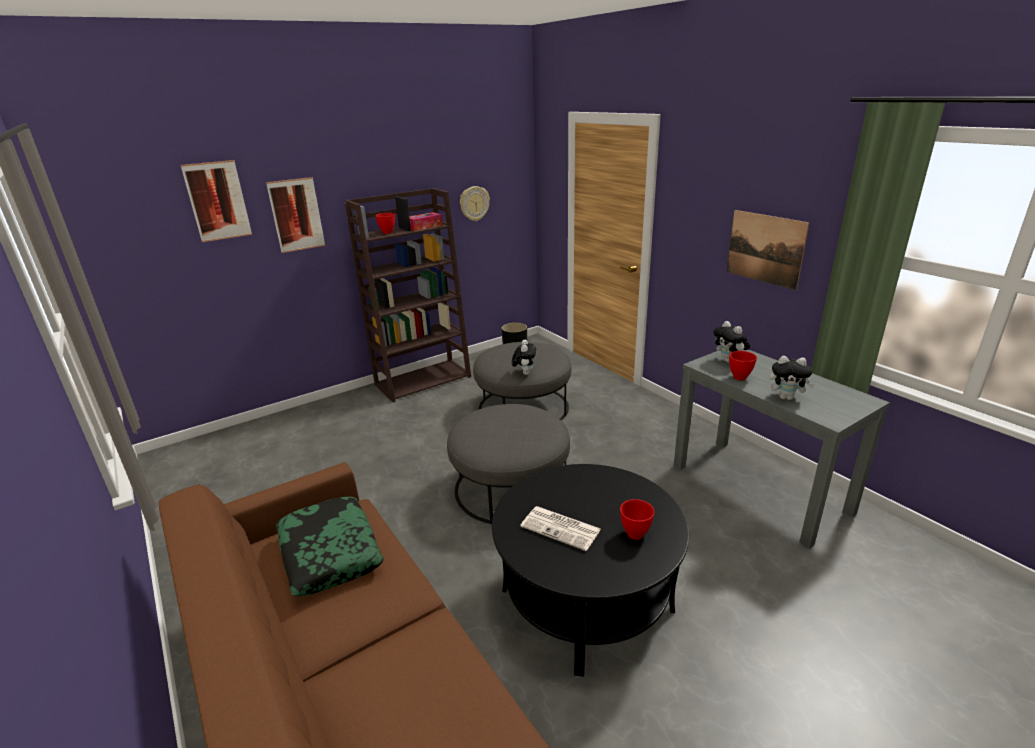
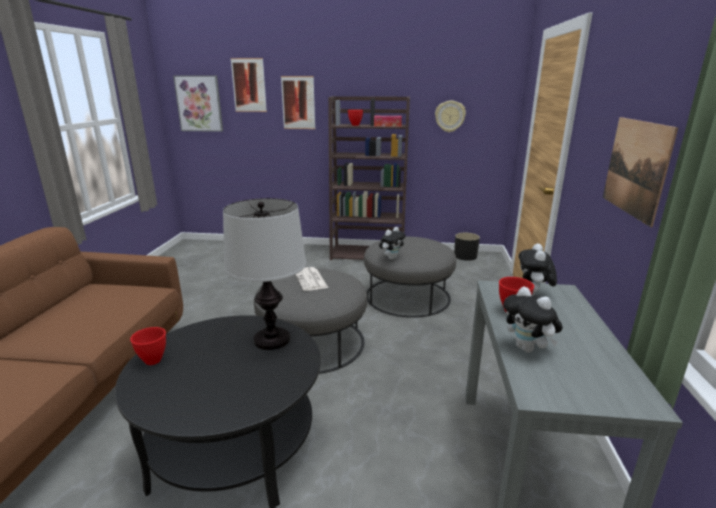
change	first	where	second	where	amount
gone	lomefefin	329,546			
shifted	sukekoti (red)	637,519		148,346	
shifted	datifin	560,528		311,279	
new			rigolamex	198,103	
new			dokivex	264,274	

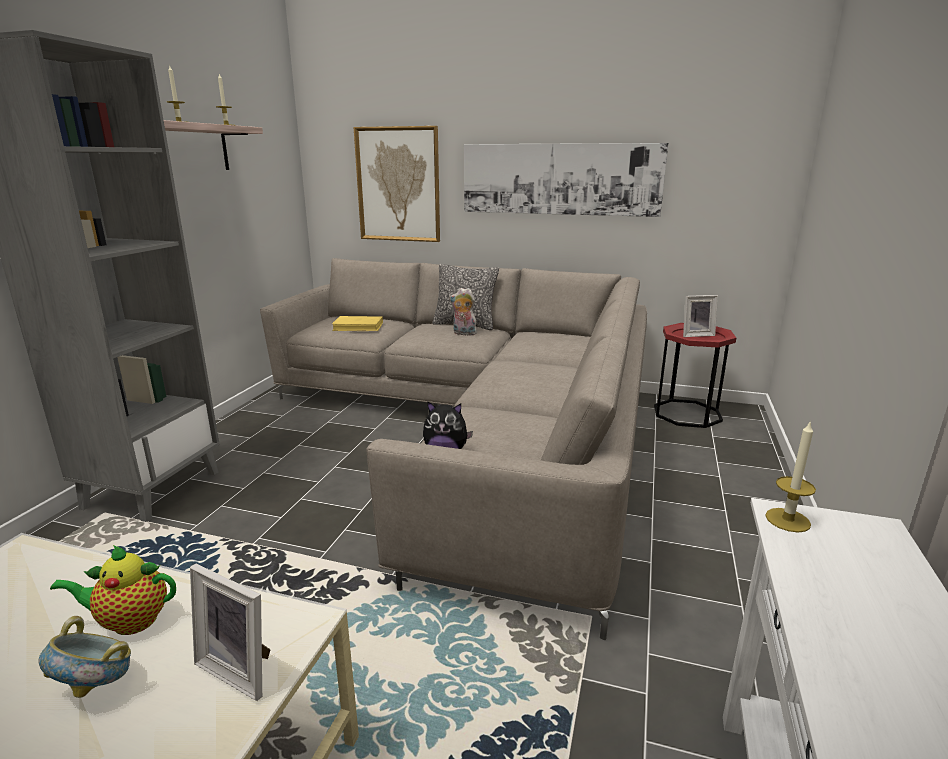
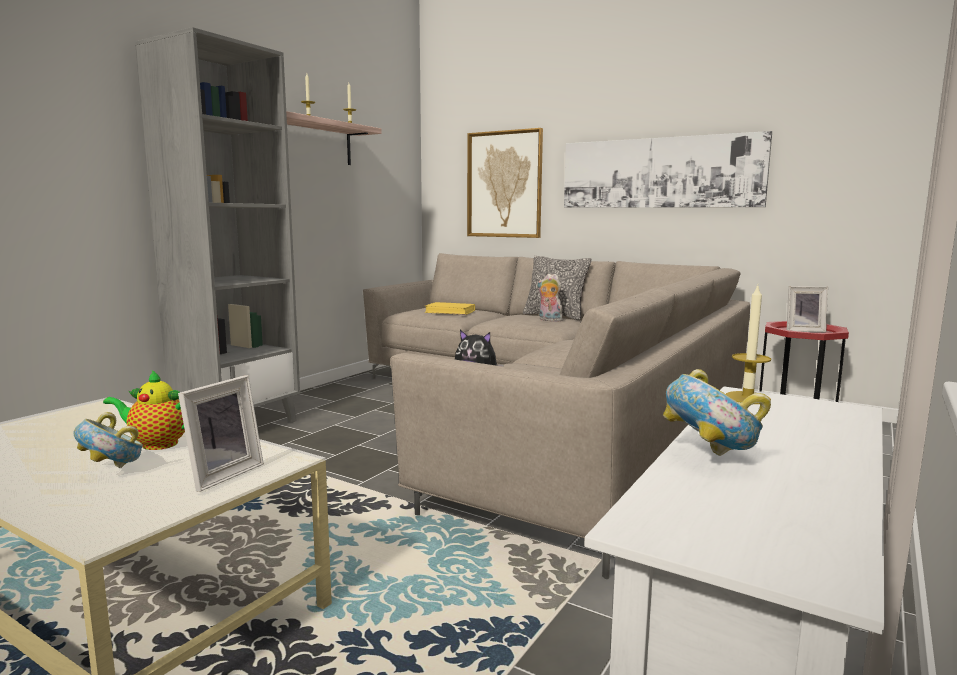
change	first	where	second	where	amount
rotated	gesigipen	230,632		221,433	105 degrees counterclockwise
new			sukekoti	717,412	

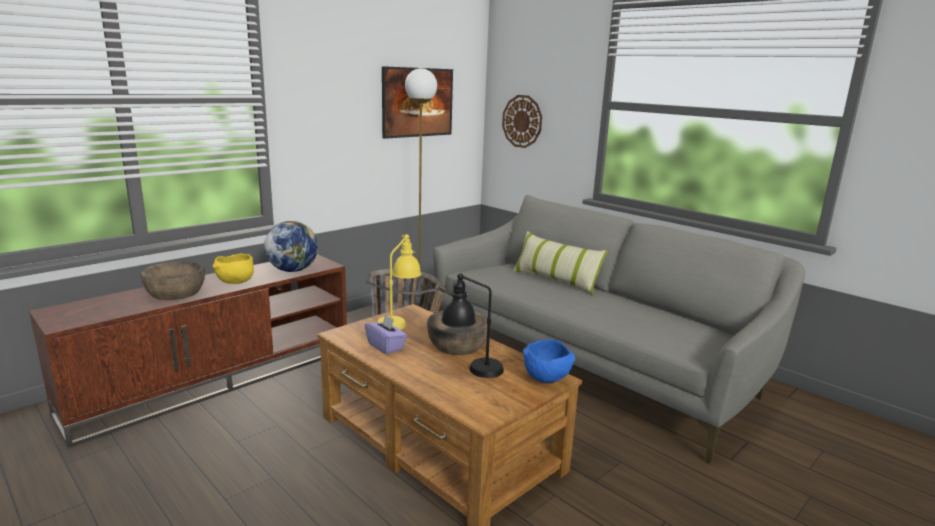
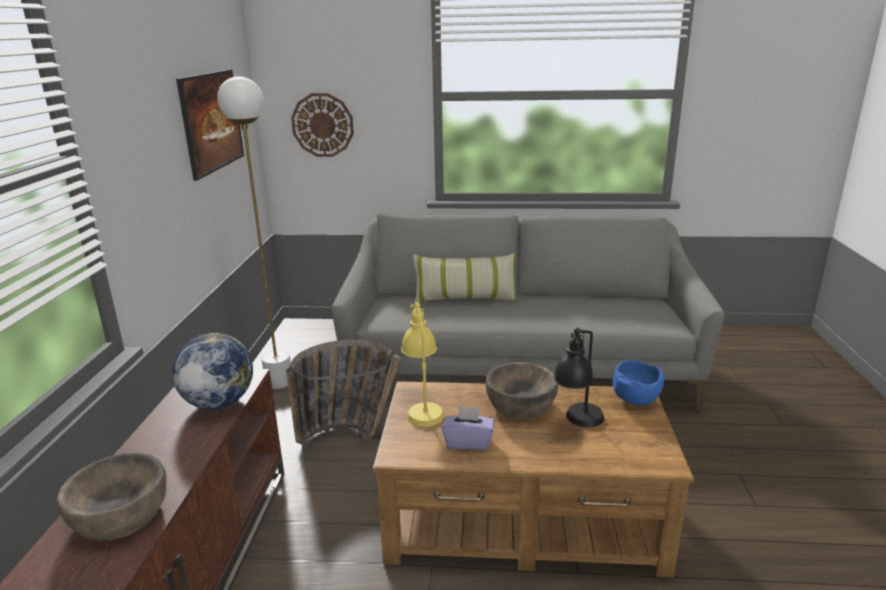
change	first	where	second	where	amount
gone	sukekoti (yellow)	233,268			

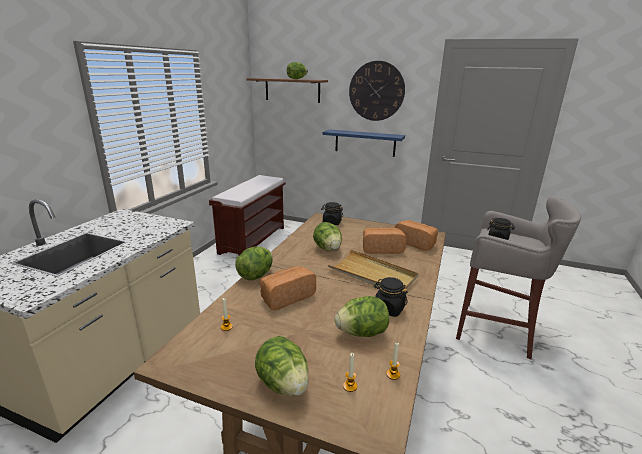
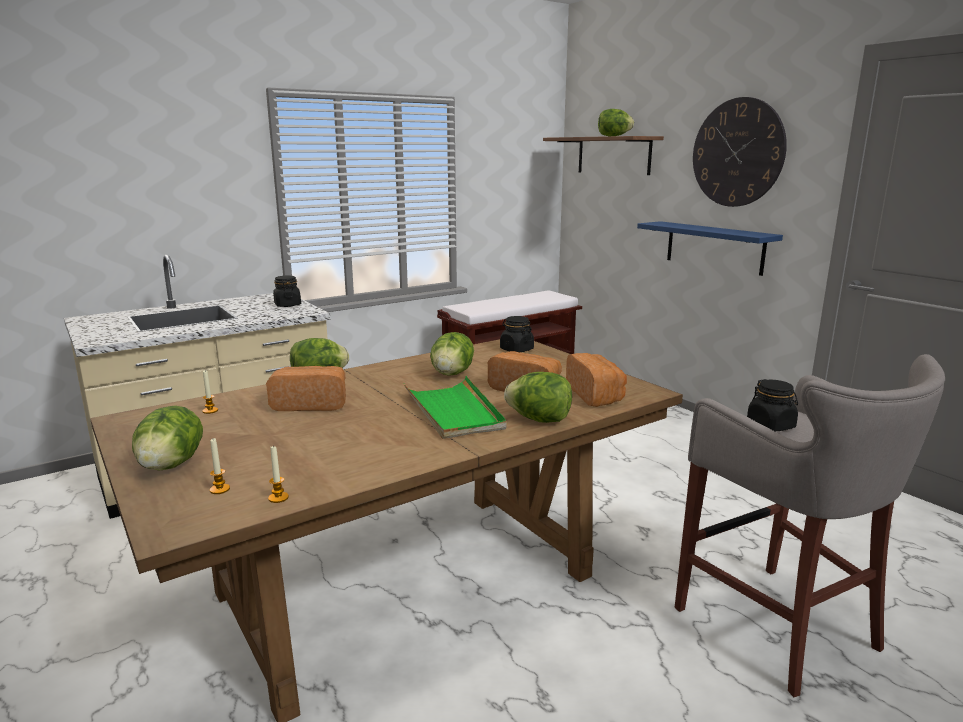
change	first	where	second	where	amount
repainted	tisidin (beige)	373,269	tisidin (green)	455,407	
shifted	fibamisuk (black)	391,297		287,291	
shifted	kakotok	362,316		538,397	

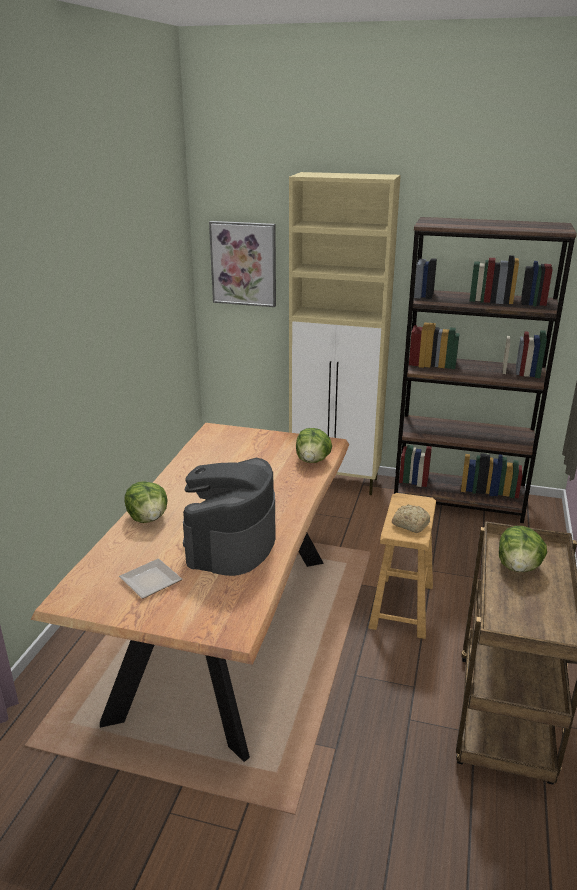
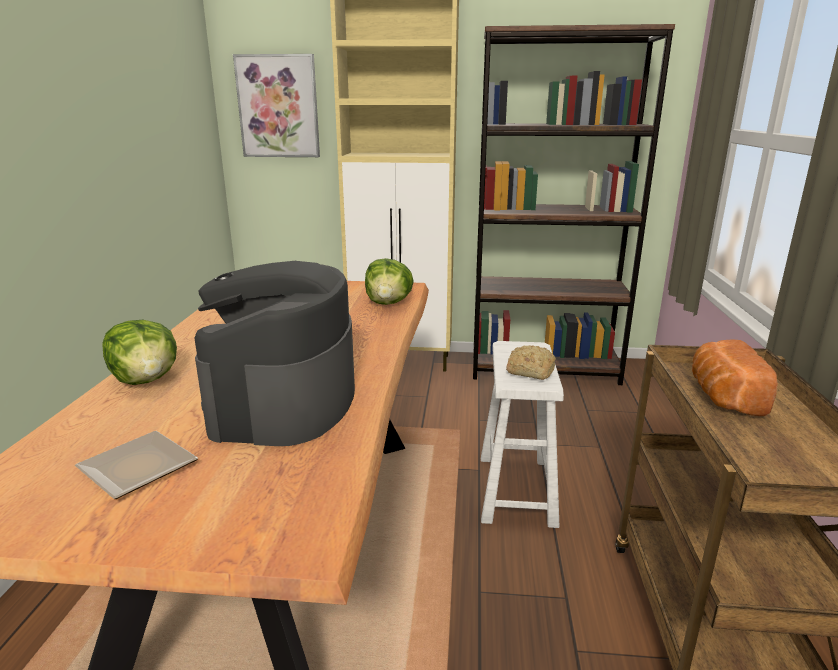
change	first	where	second	where	amount
repainted	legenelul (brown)	402,566	legenelul (white)	522,434	
swapped	kakotok	523,549	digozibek	735,377	

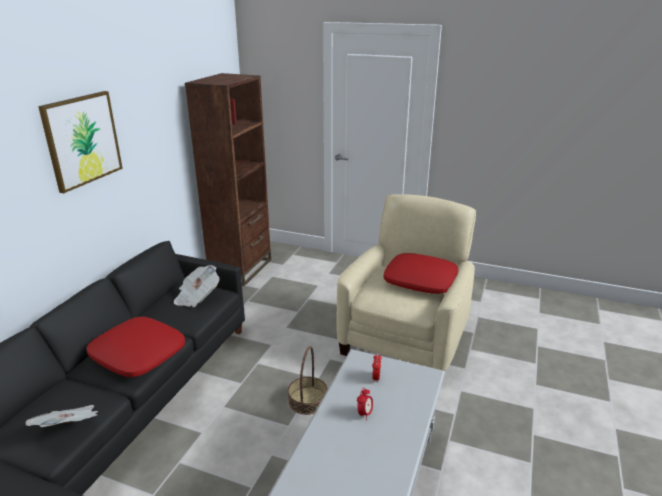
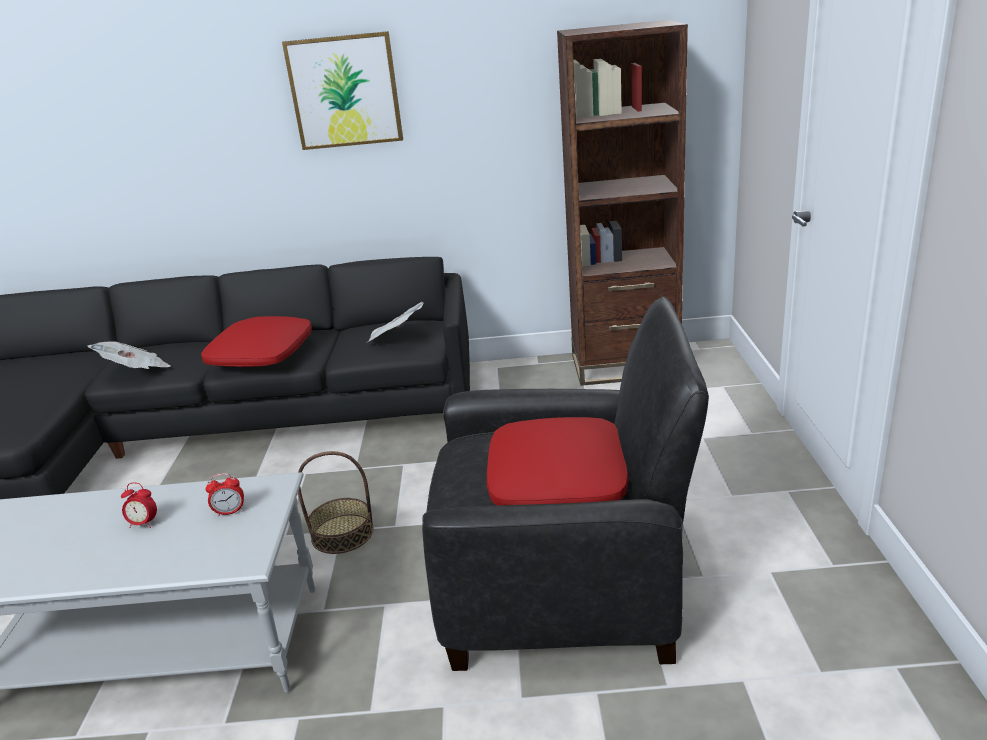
change	first	where	second	where	amount
repainted	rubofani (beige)	406,282	rubofani (black)	565,484	

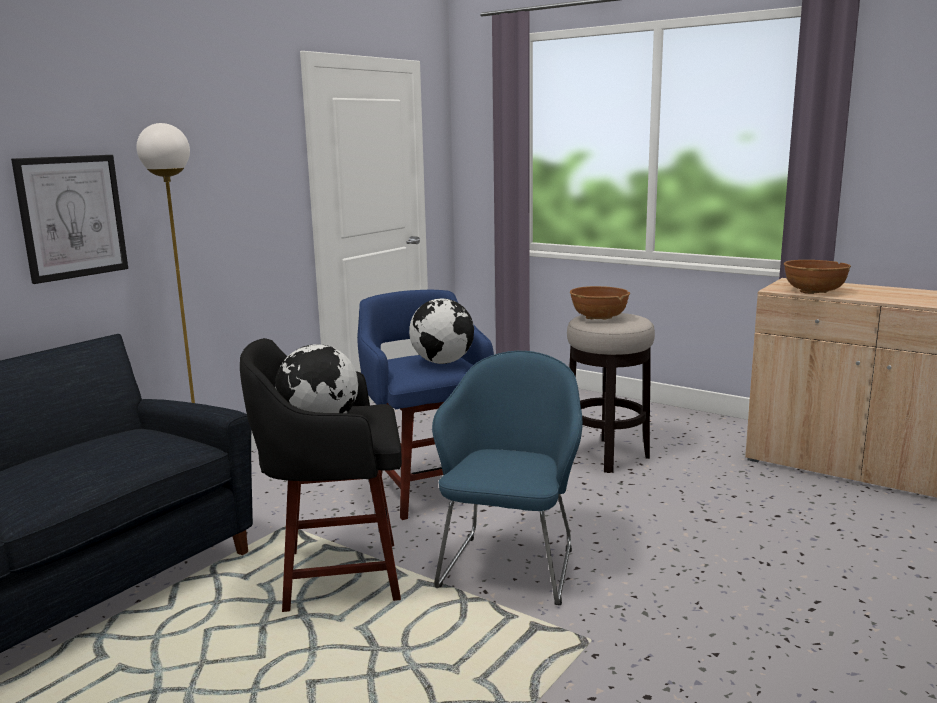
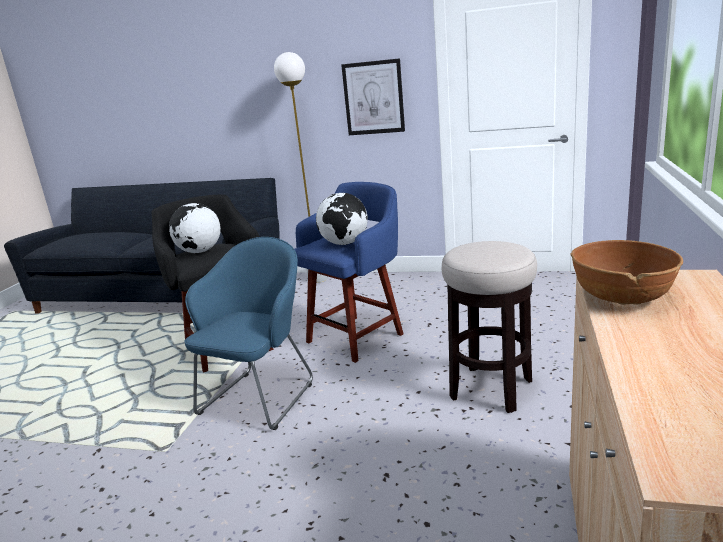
change	first	where	second	where	amount
shifted	rigolamex	69,219		373,96	
gone	sukekoti (brown)	600,303			
rotated	rubofani (blue)	507,478		248,333	60 degrees counterclockwise

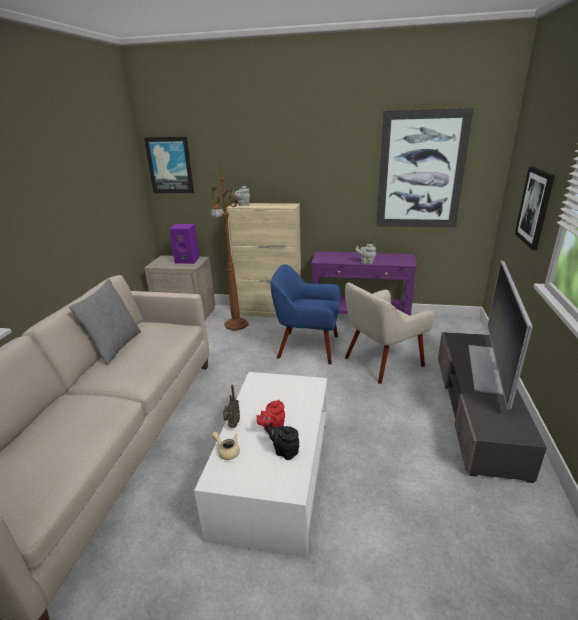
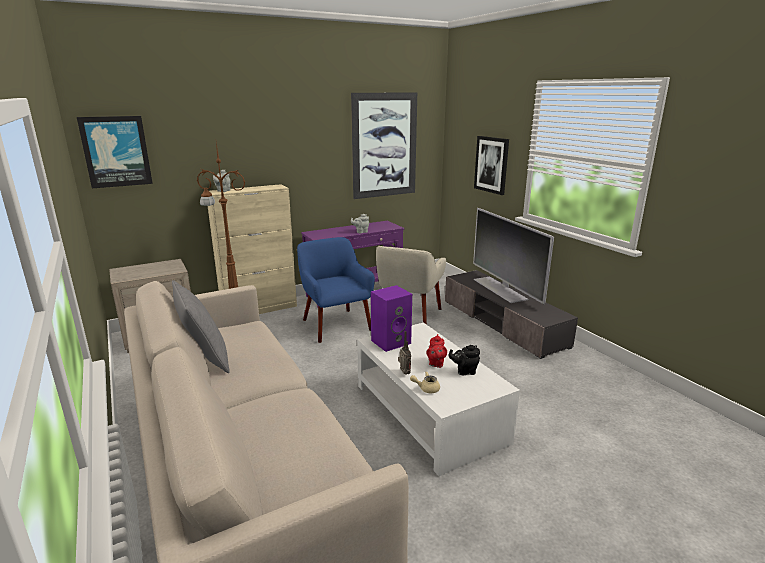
change	first	where	second	where	amount
shifted	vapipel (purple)	184,244		391,318	
rotated	rubofani (blue)	305,314		336,290	90 degrees clockwise

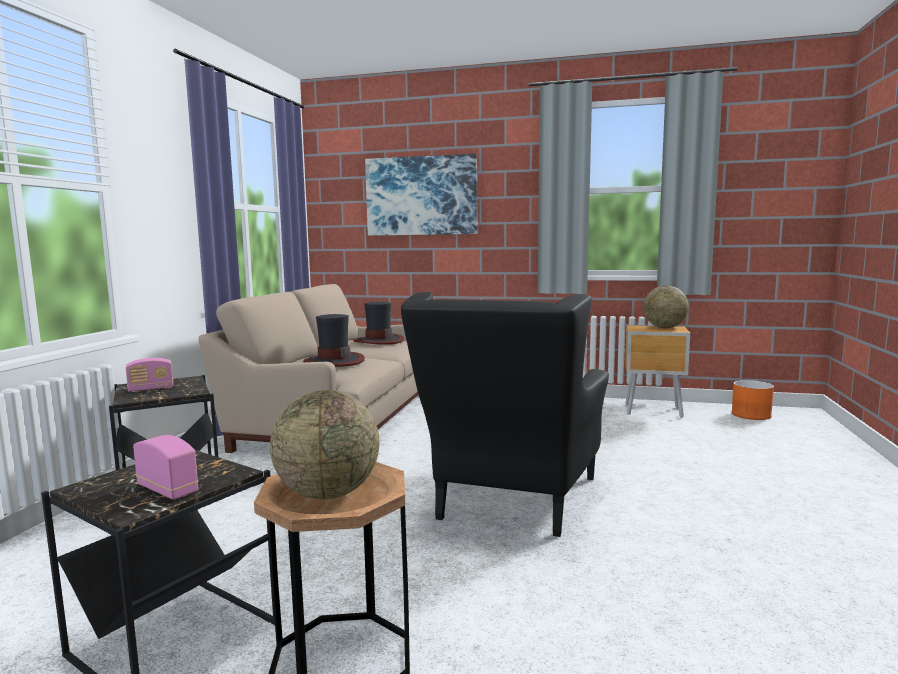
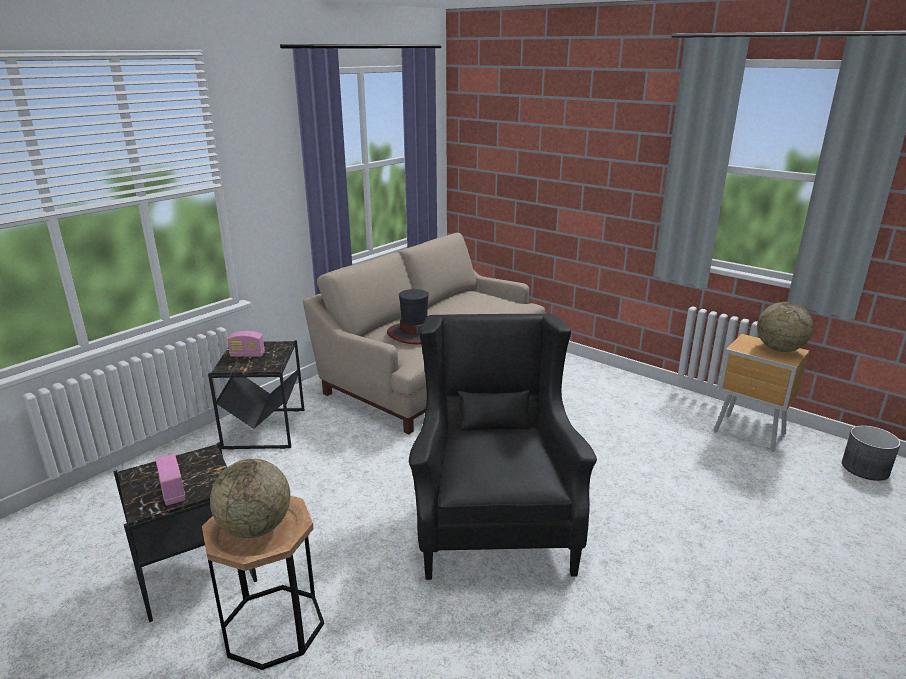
change	first	where	second	where	amount
gone	rigolamex	421,195			
rotated	rubofani (black)	505,414		503,447	135 degrees clockwise
gone	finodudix	378,323			
repainted	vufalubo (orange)	753,400	vufalubo (grey)	871,453	

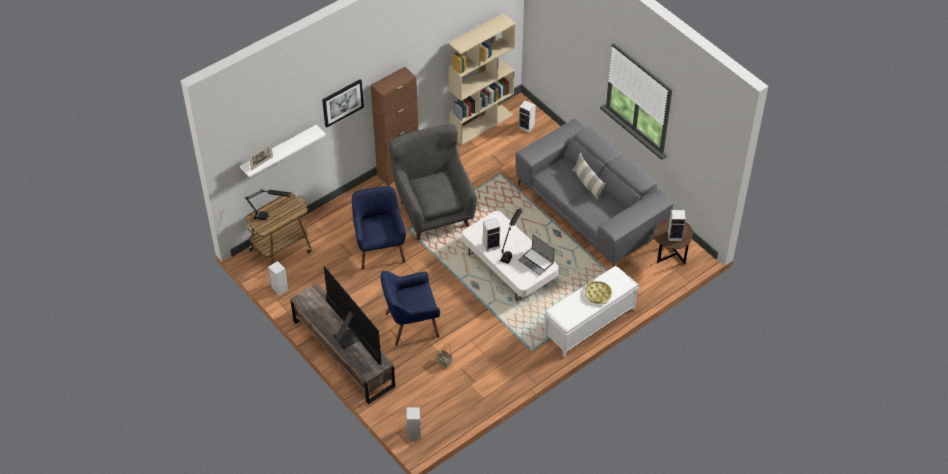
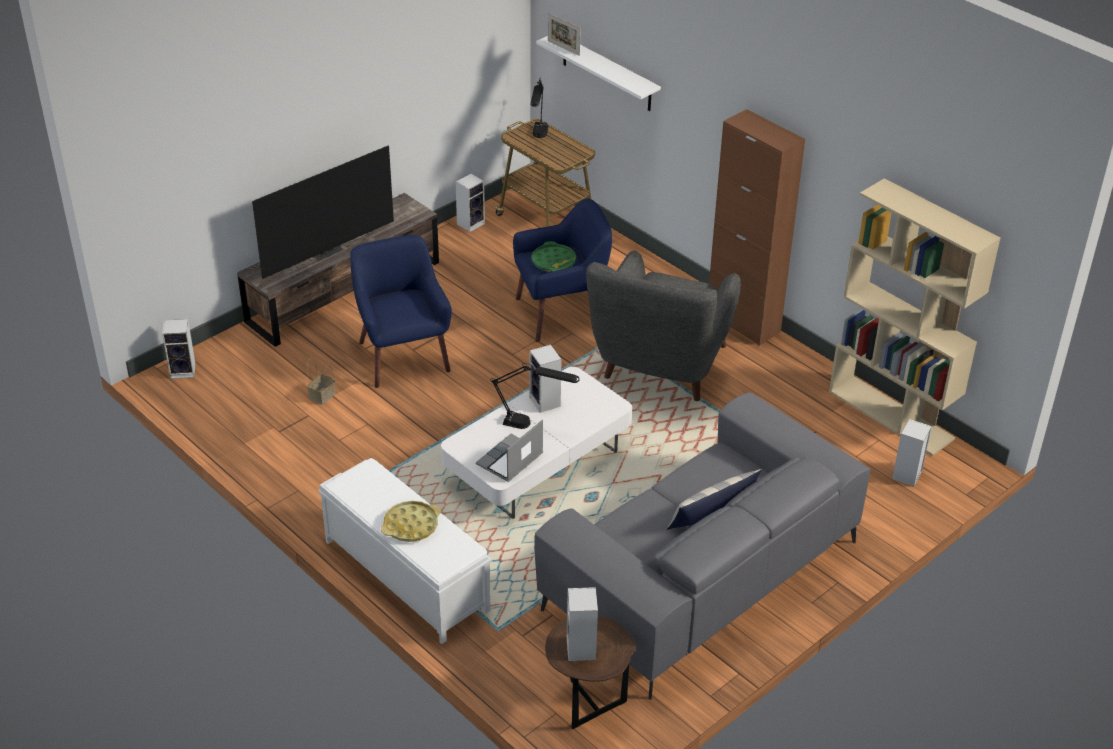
change	first	where	second	where	amount
gone	rigolamex	343,103			
rotated	rubofani (grey)	433,182		663,325	135 degrees clockwise
new			tisidin (green)	553,256	

